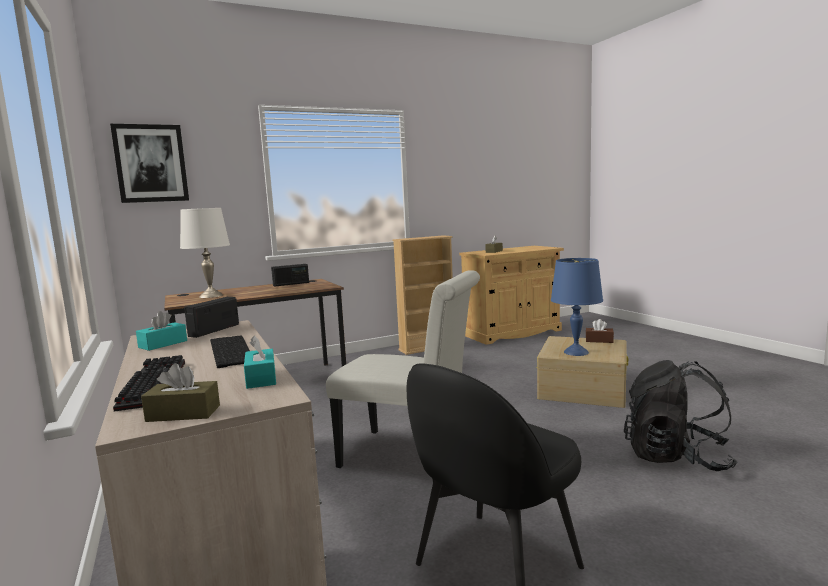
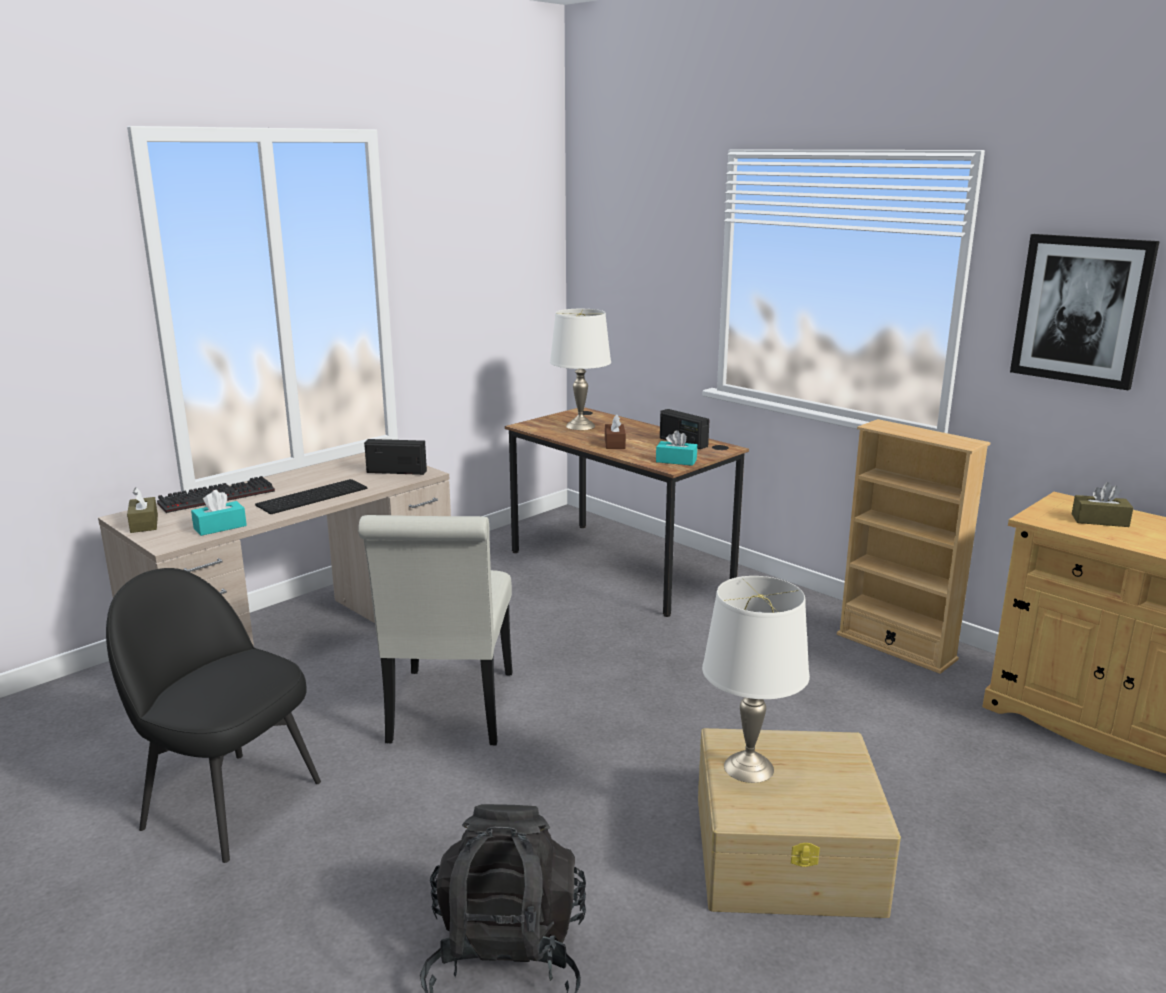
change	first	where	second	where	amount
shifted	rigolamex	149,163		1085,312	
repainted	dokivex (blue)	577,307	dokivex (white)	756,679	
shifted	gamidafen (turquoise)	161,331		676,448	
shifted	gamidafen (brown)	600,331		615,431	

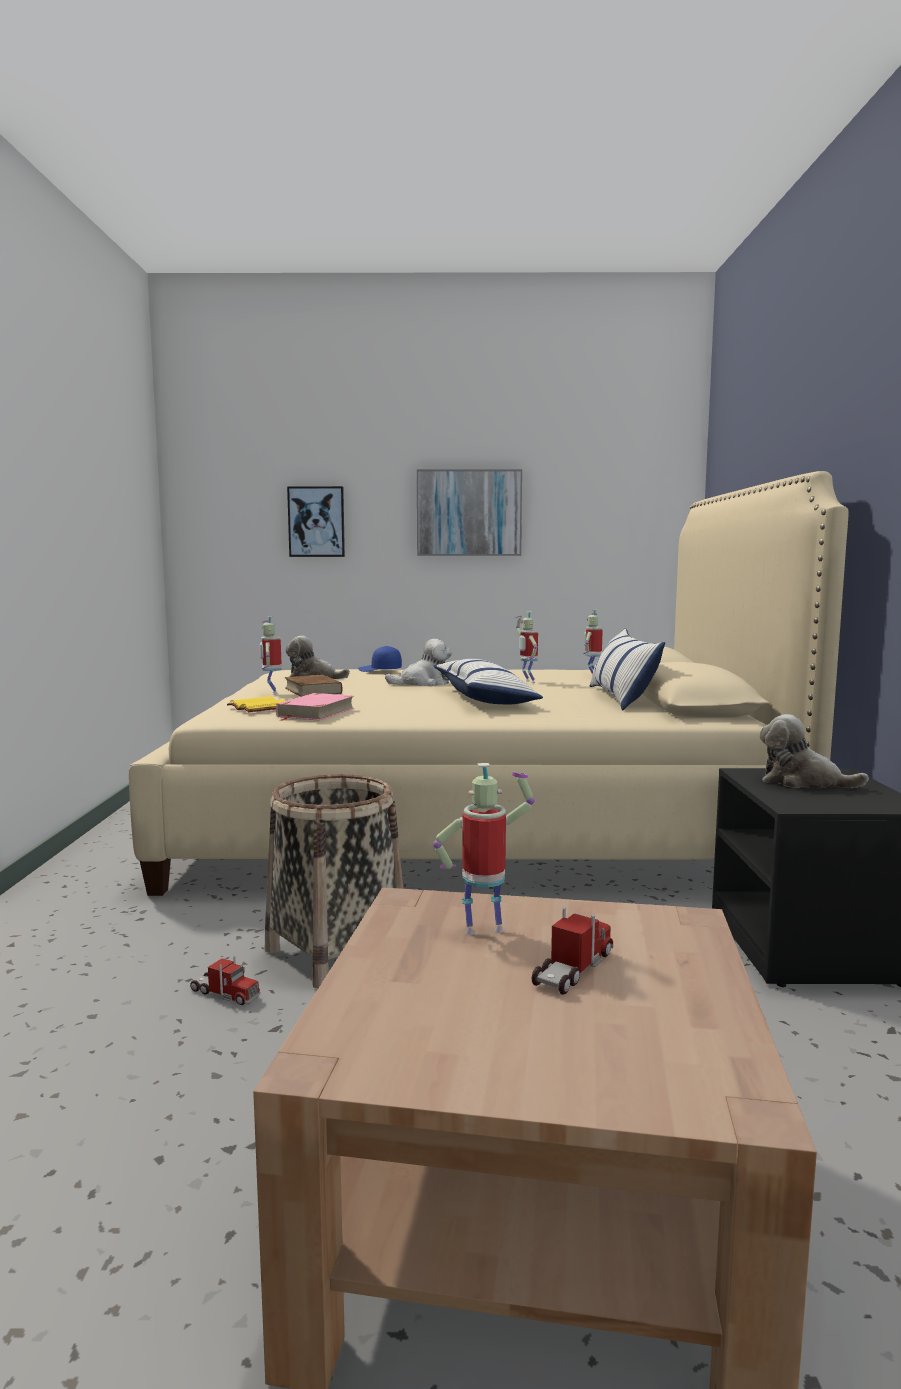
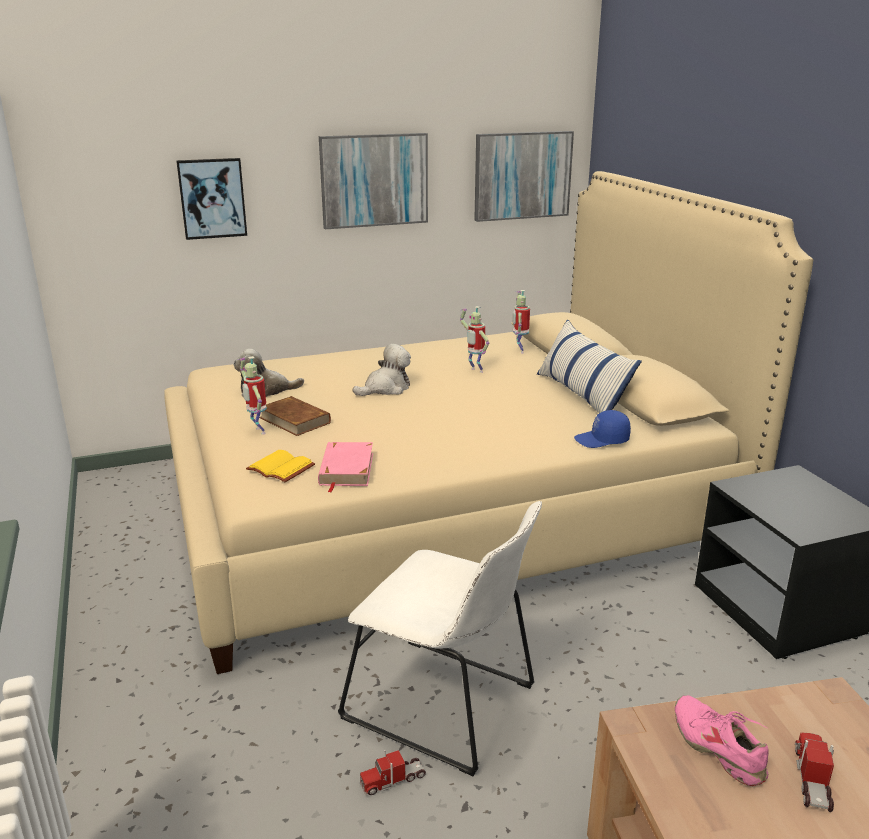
change	first	where	second	where	amount
shifted	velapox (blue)	380,659		602,429	
gone	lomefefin	488,681			
gone	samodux	814,751			
swapped	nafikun	483,849	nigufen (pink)	722,740	
swapped	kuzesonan	334,881	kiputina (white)	440,638	
rotated	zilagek	225,980		393,772	150 degrees clockwise
new			rigolamex	524,176	

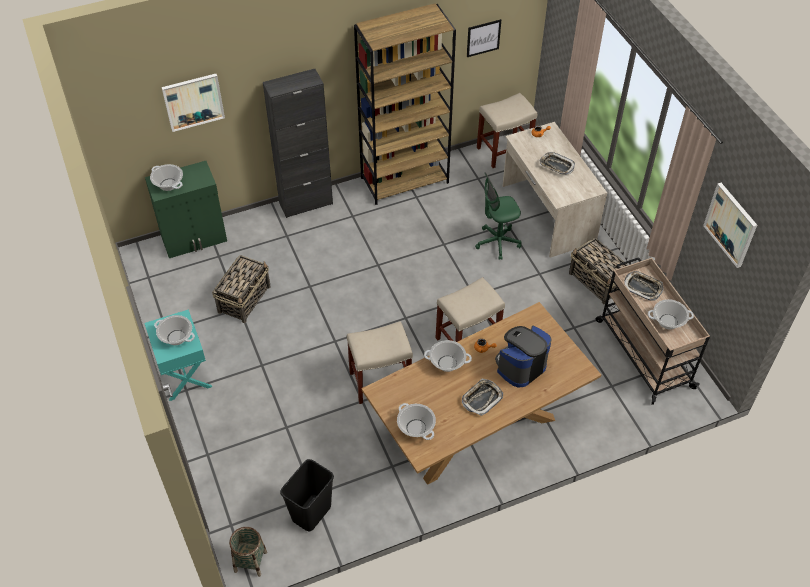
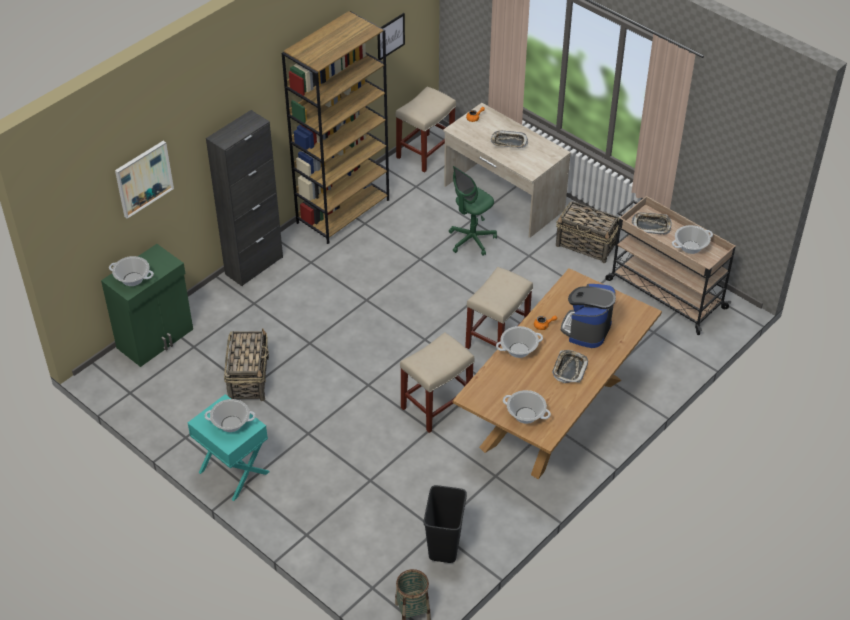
change	first	where	second	where	amount
gone	rigolamex	730,225			

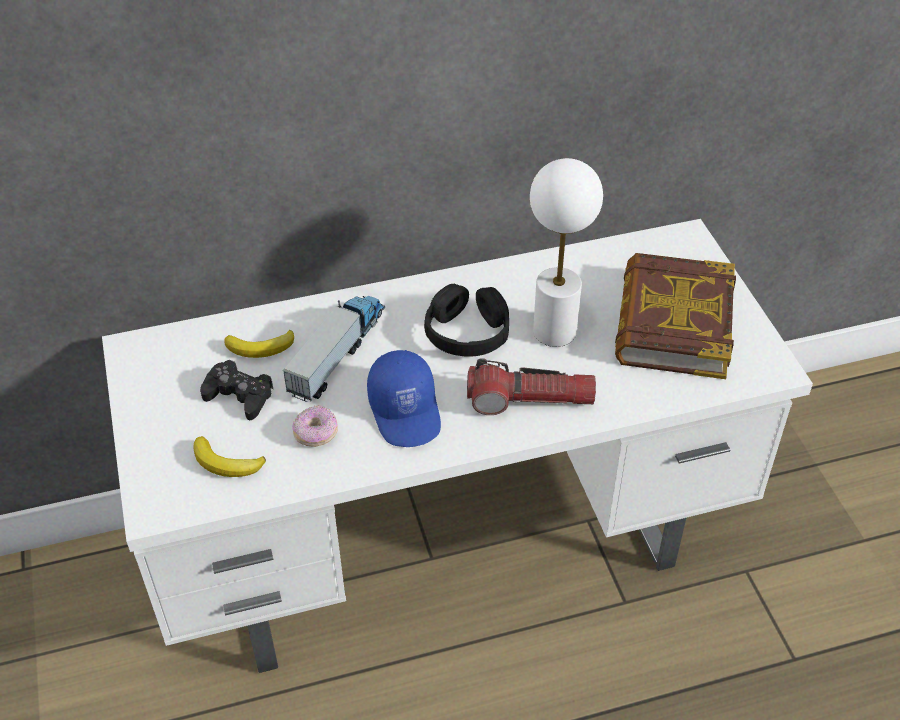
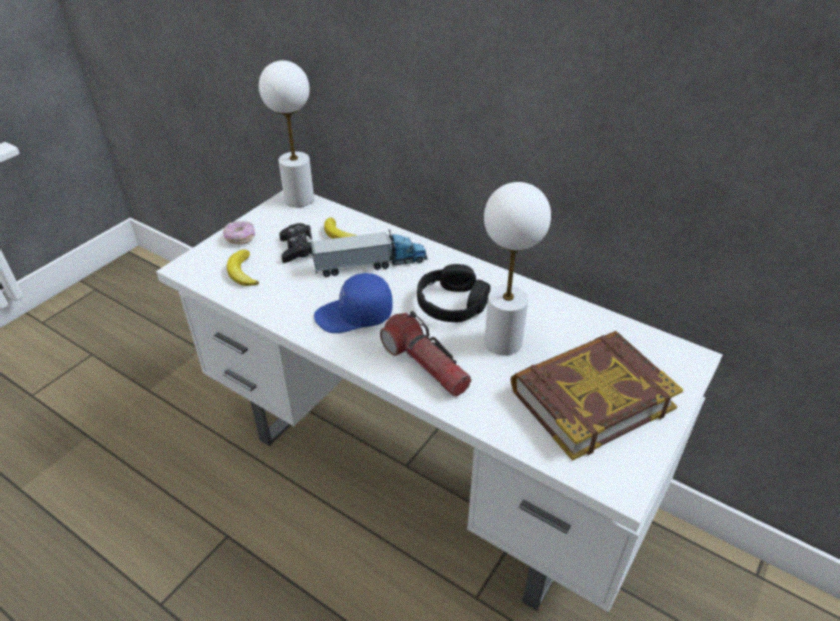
change	first	where	second	where	amount
rotated	velapox (blue)	404,398		353,303	45 degrees clockwise
shifted	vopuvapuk	315,426		239,232	
new			dokivex (white)	286,133	

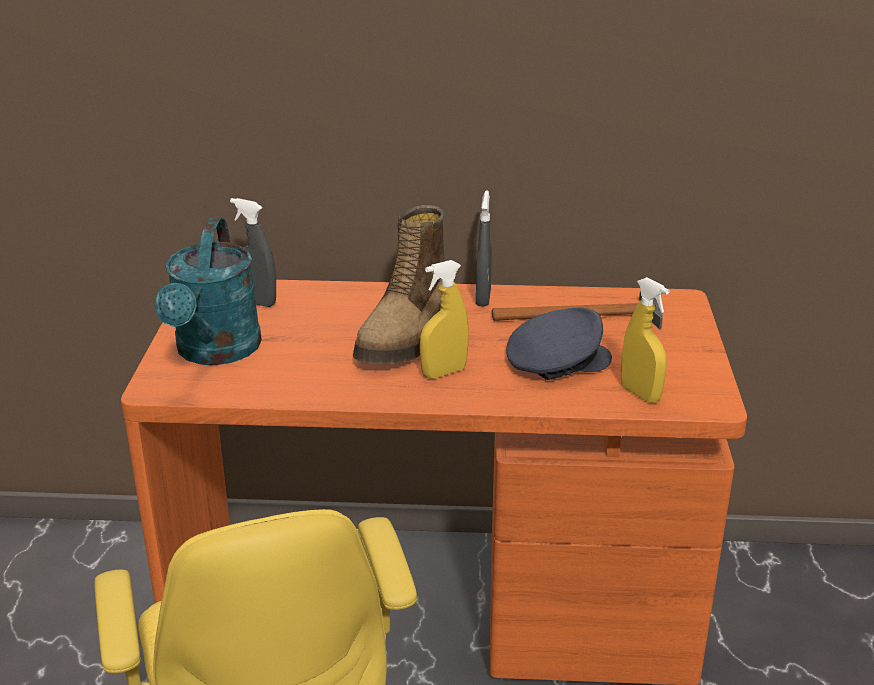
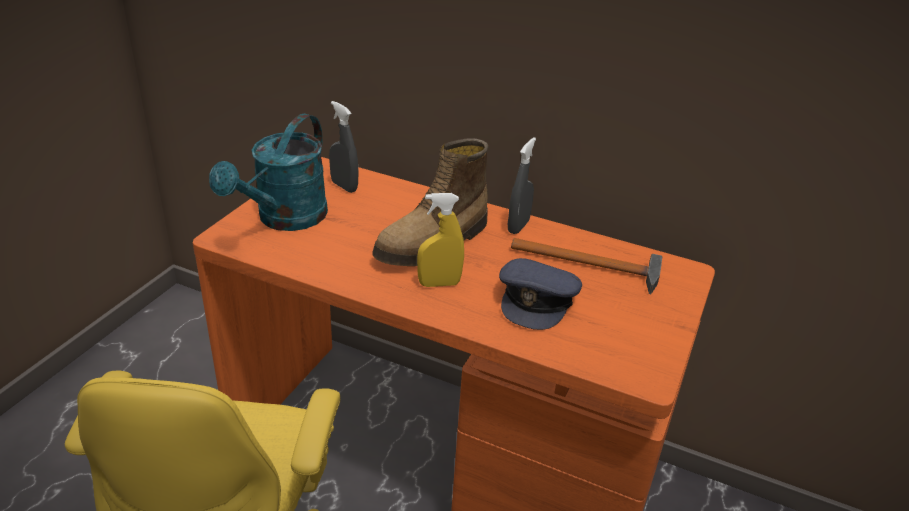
change	first	where	second	where	amount
gone	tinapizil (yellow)	645,340			
rotated	velapox (grey)	559,344		540,294	105 degrees clockwise

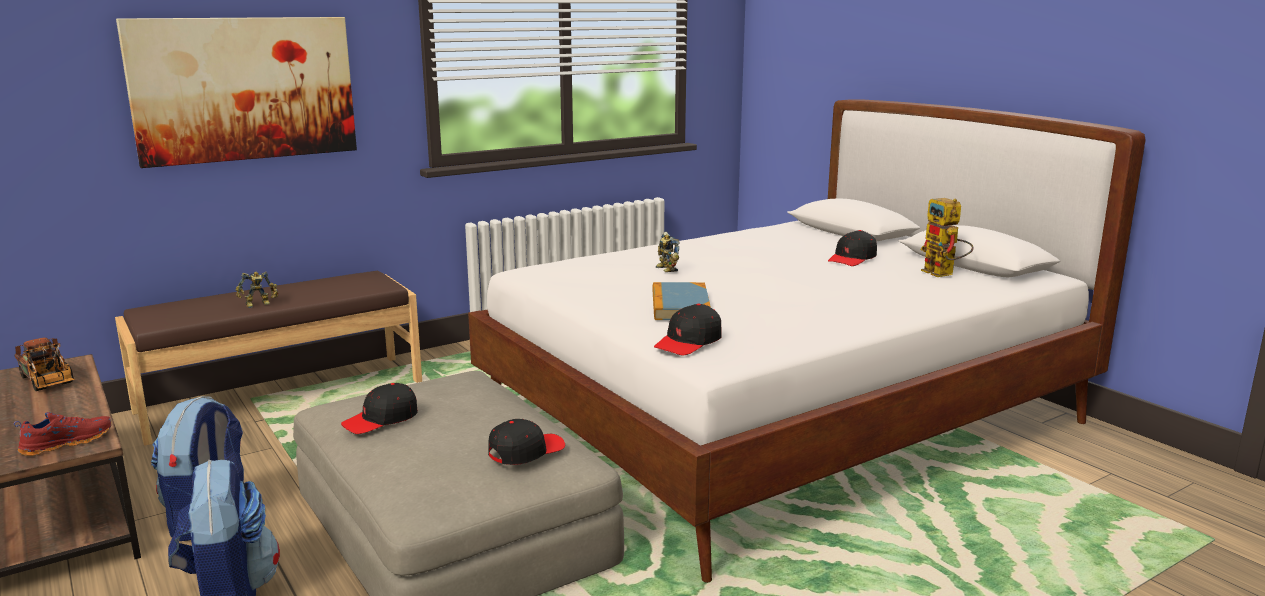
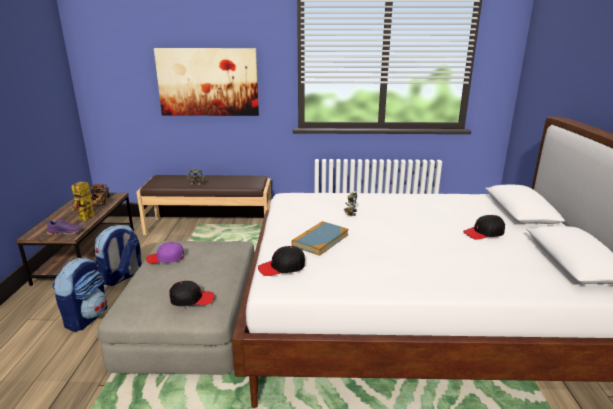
change	first	where	second	where	amount
shifted	nafikun	947,237		82,201	
repainted	velapox (black)	379,408	velapox (purple)	165,252	
repainted	nigufen (red)	62,434	nigufen (purple)	63,227	

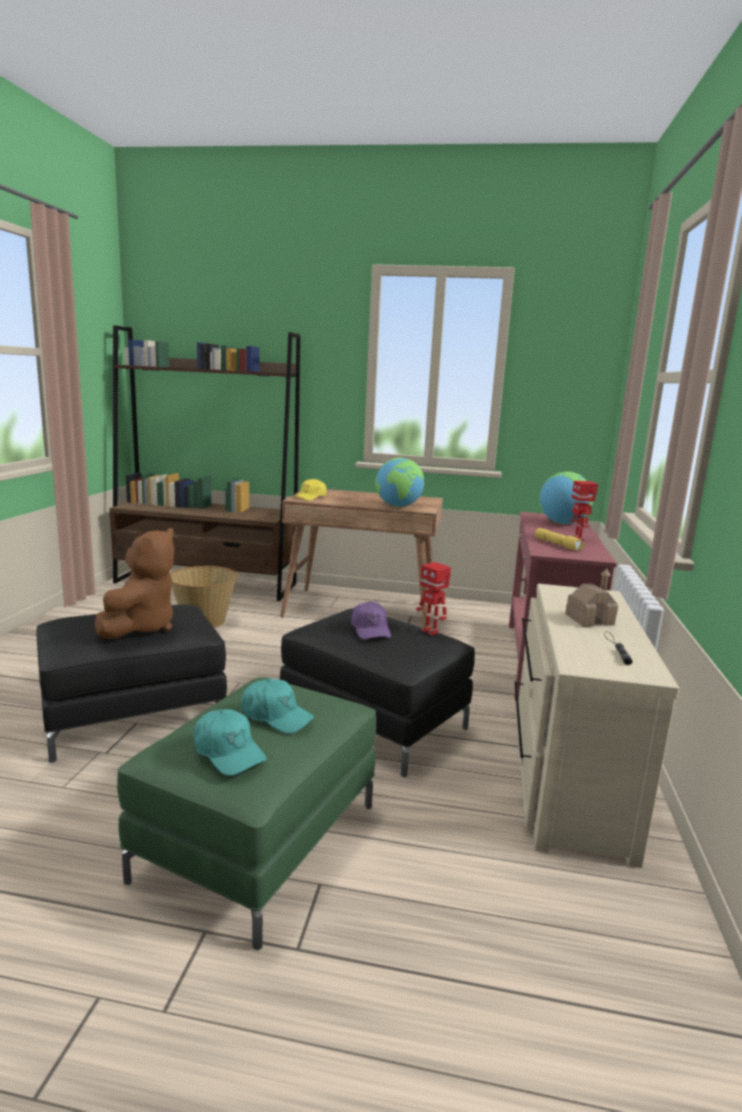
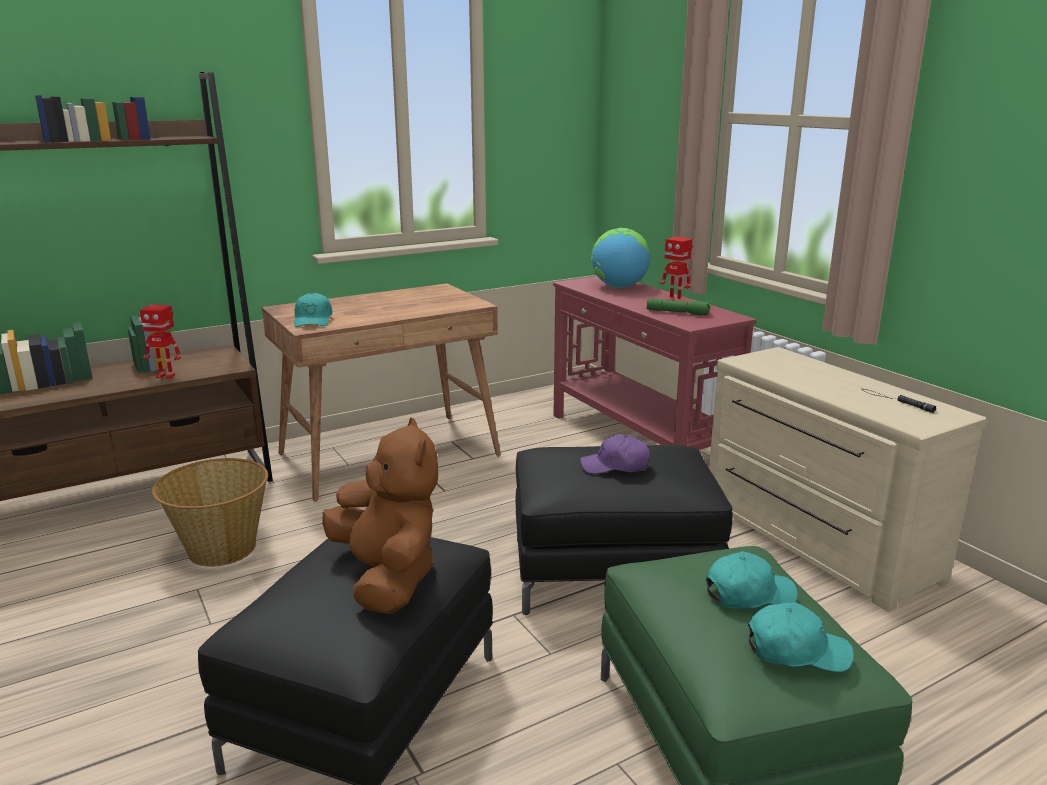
change	first	where	second	where	amount
gone	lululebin	400,482			
repainted	velapox (yellow)	310,489	velapox (turquoise)	313,309	
repainted	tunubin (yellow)	559,539	tunubin (green)	678,306	
shifted	nafikun	433,598		160,342	
gone	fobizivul	591,597			
rotated	velapox (purple)	371,620		615,454	150 degrees clockwise

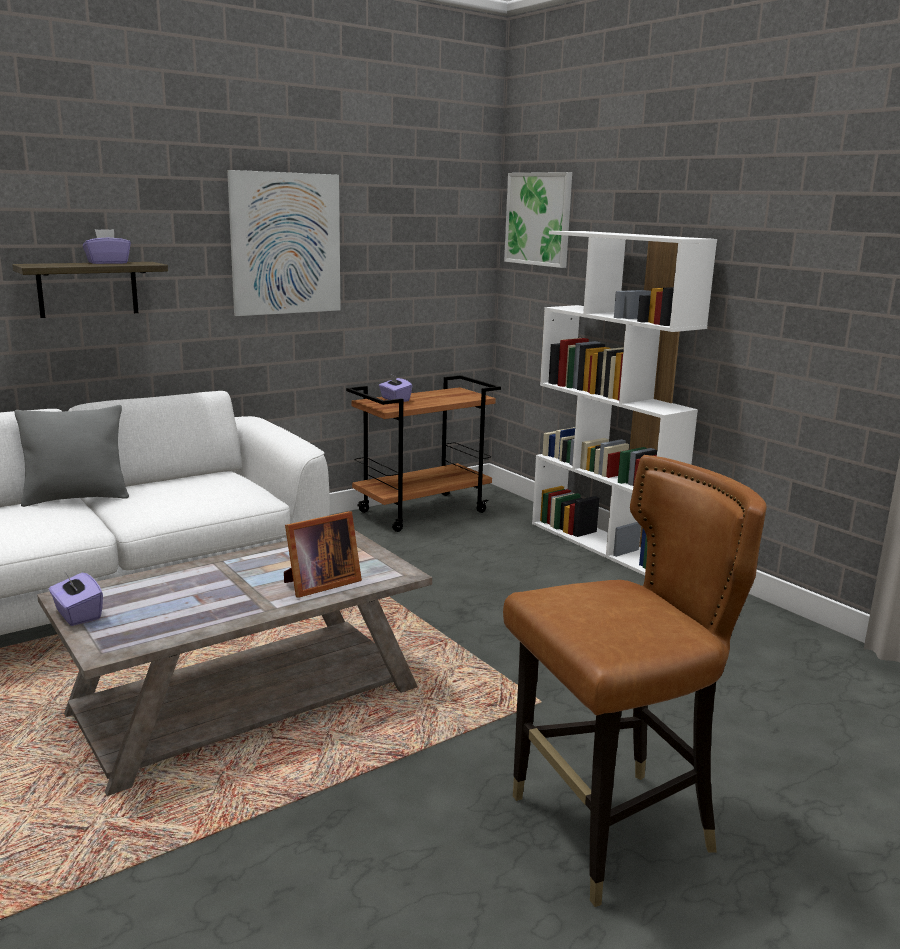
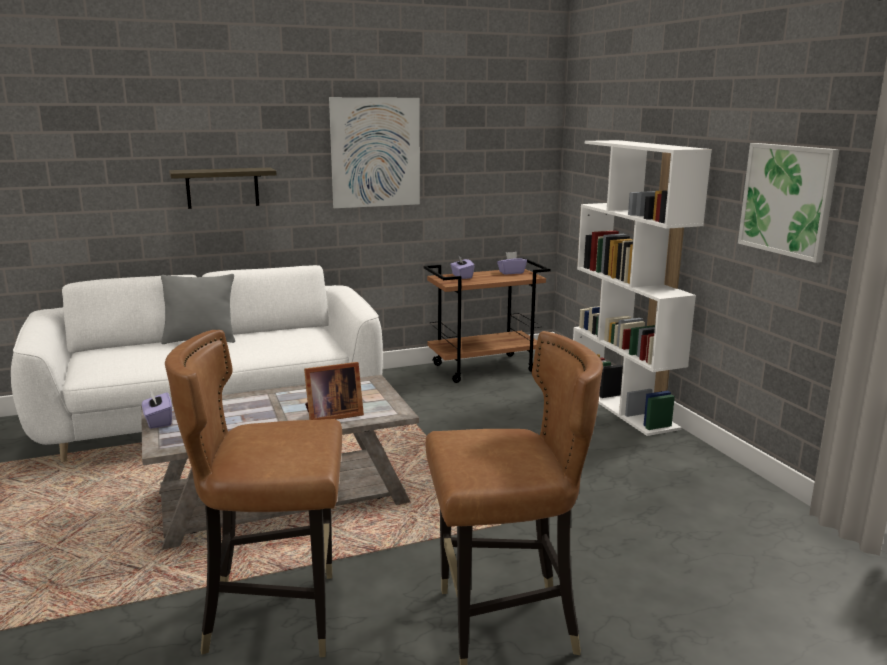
change	first	where	second	where	amount
shifted	rigolamex	538,220		788,203	
shifted	gamidafen (purple)	107,246		512,263	
new			kiputina (brown)	253,493	

